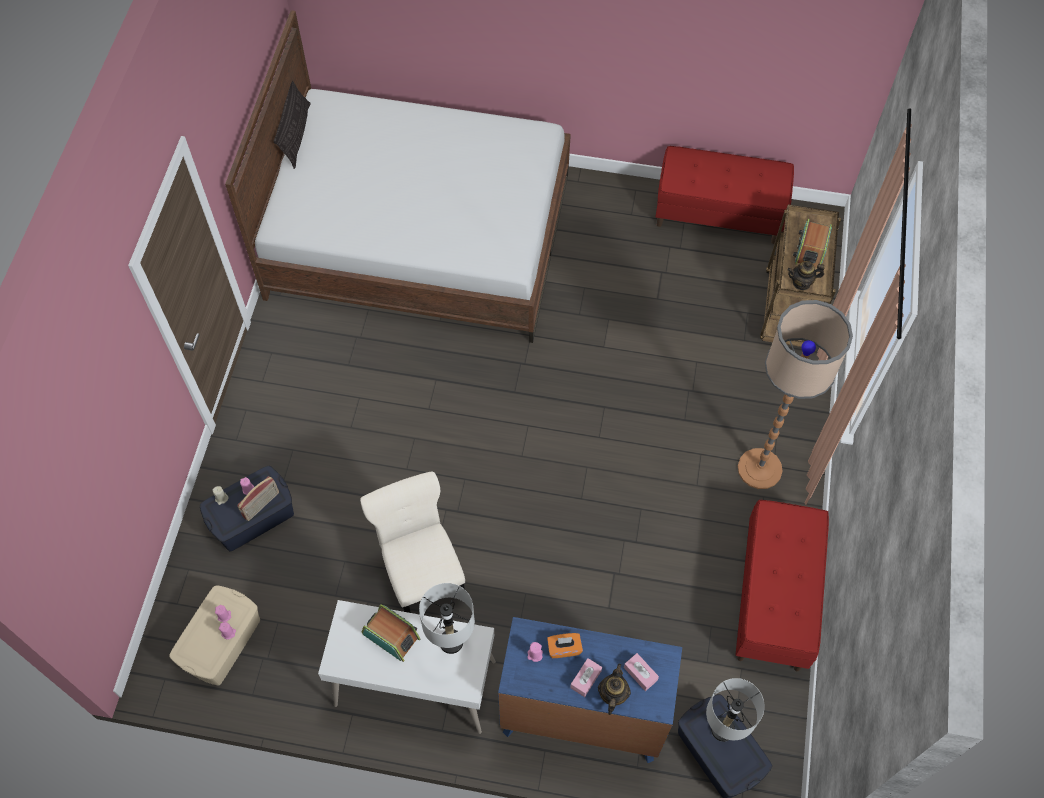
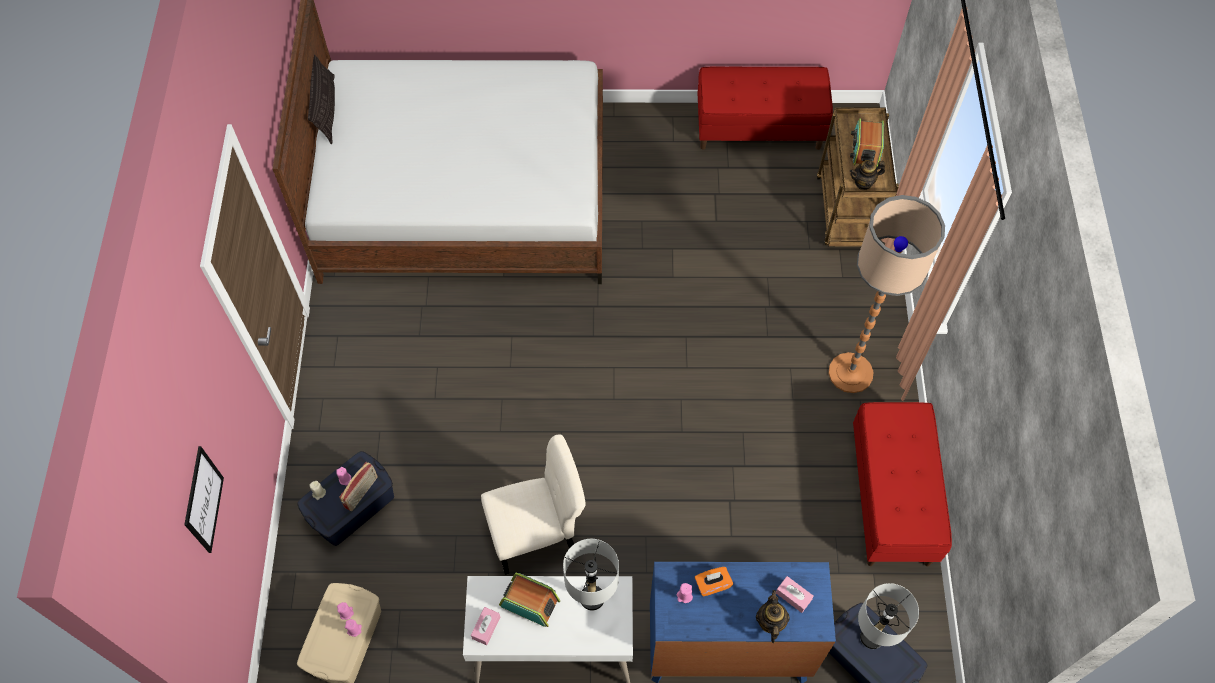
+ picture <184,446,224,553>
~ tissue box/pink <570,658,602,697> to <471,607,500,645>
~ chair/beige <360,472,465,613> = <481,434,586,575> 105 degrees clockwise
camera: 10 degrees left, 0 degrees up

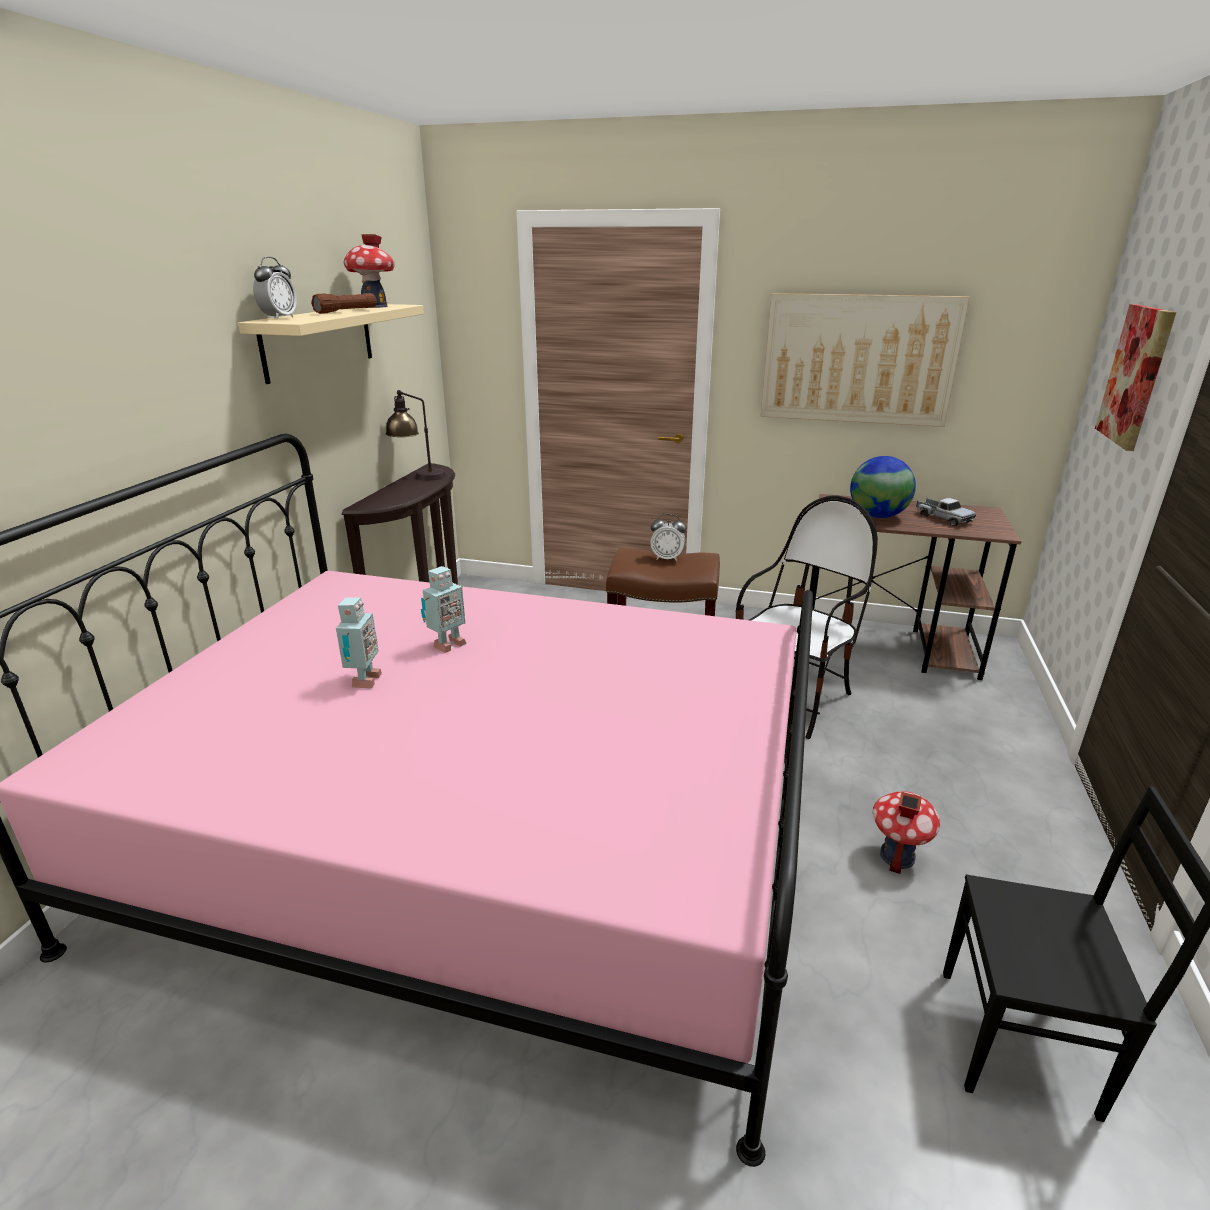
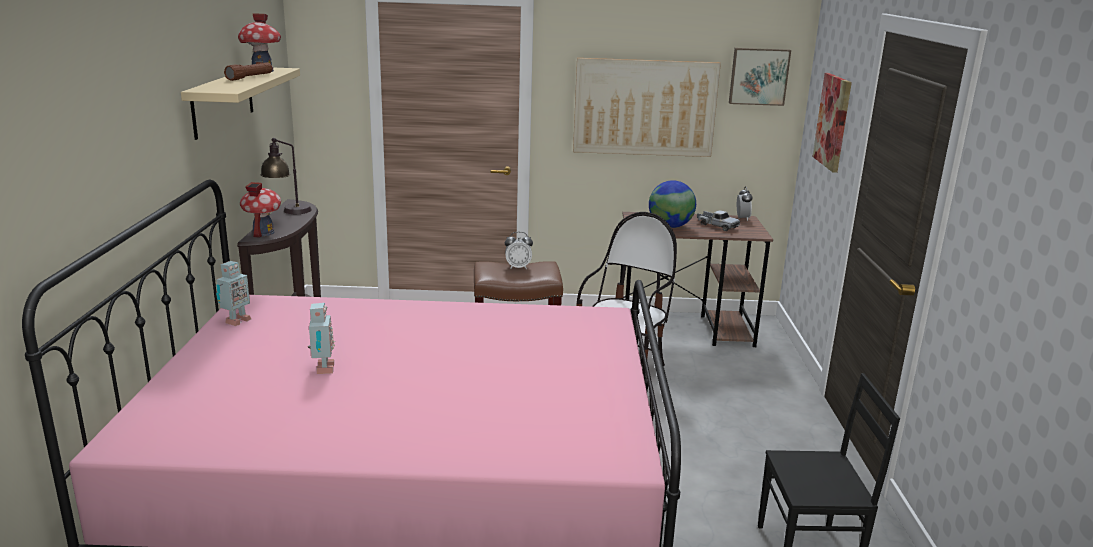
+ picture <729,48,791,106>
~ alarm clock <253,257,297,320> to <737,186,753,221>
~ toy robot <421,566,467,653> to <216,261,251,326>
~ toy house <873,791,940,874> to <240,182,281,238>
camera: 15 degrees left, 5 degrees down

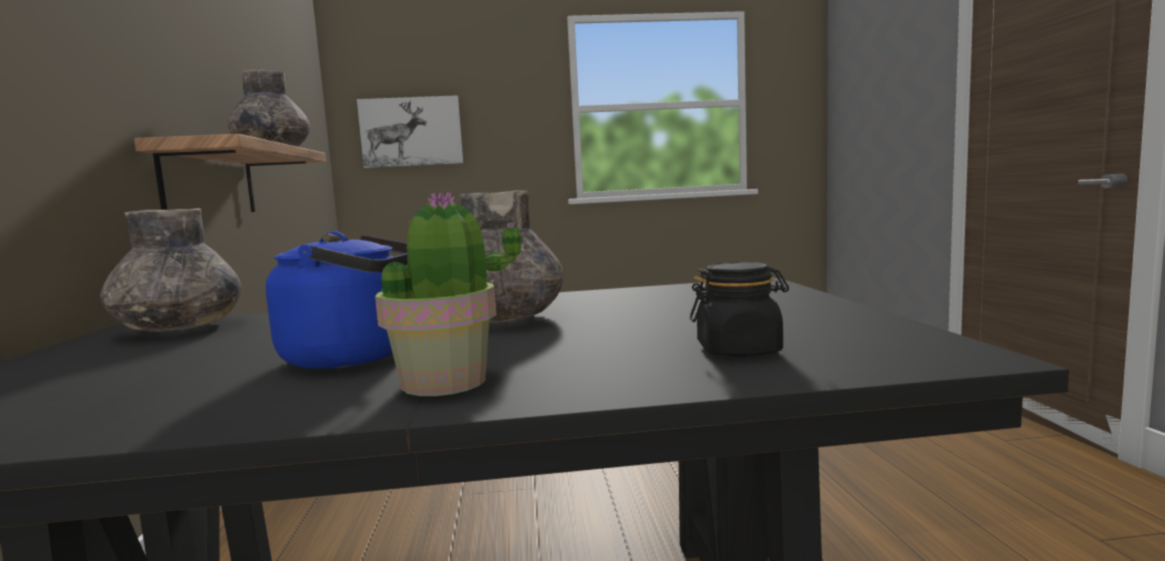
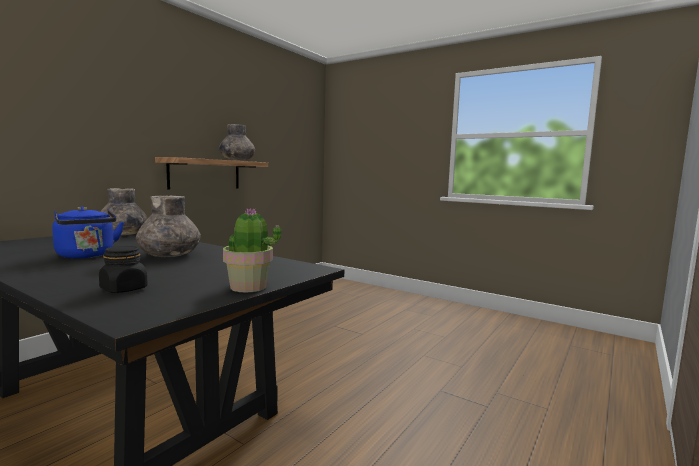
- picture <357,95,463,168>
~ potted plant <375,192,521,396> to <223,208,281,293>
camera: 40 degrees right, 0 degrees up

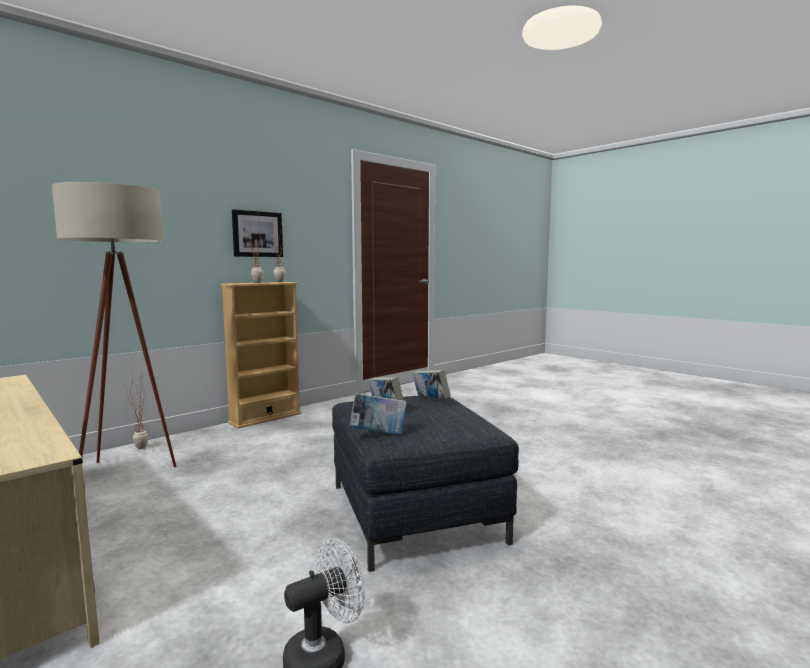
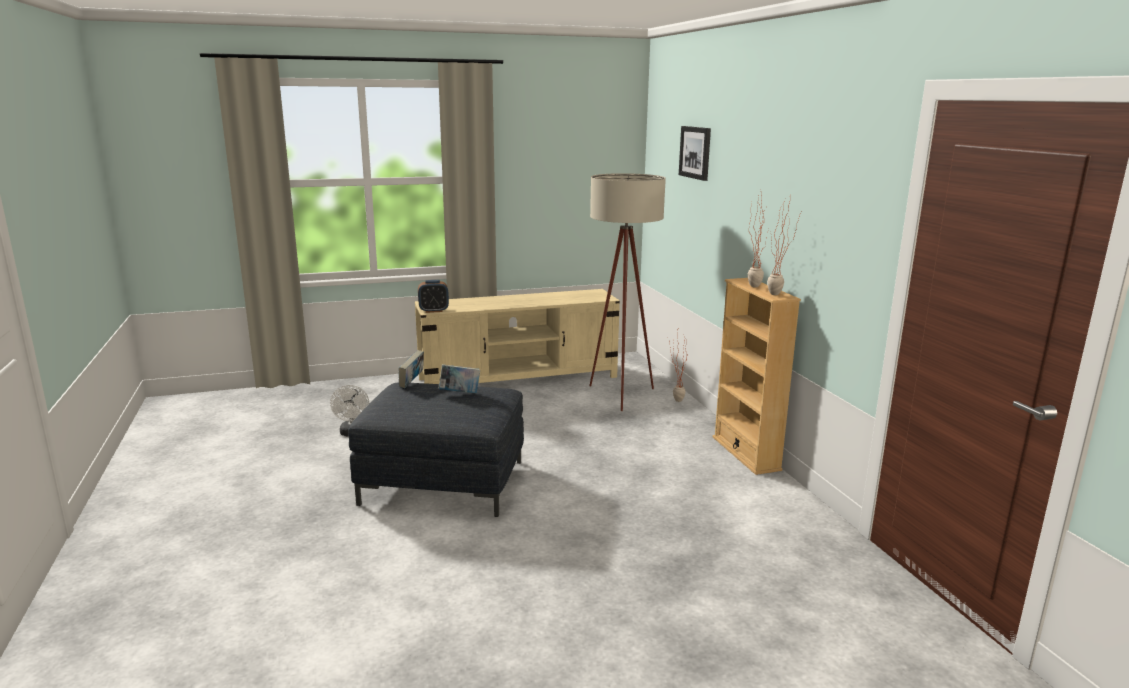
- book <412,370,451,399>
+ alarm clock <418,280,449,313>
~ picture <232,209,283,257> to <679,126,711,181>
camera: 115 degrees right, 10 degrees up

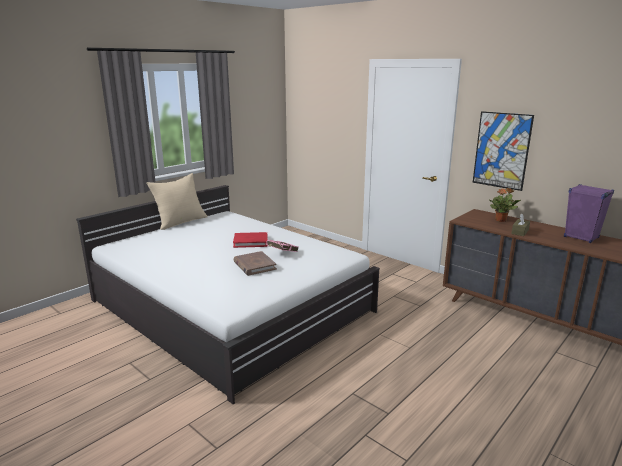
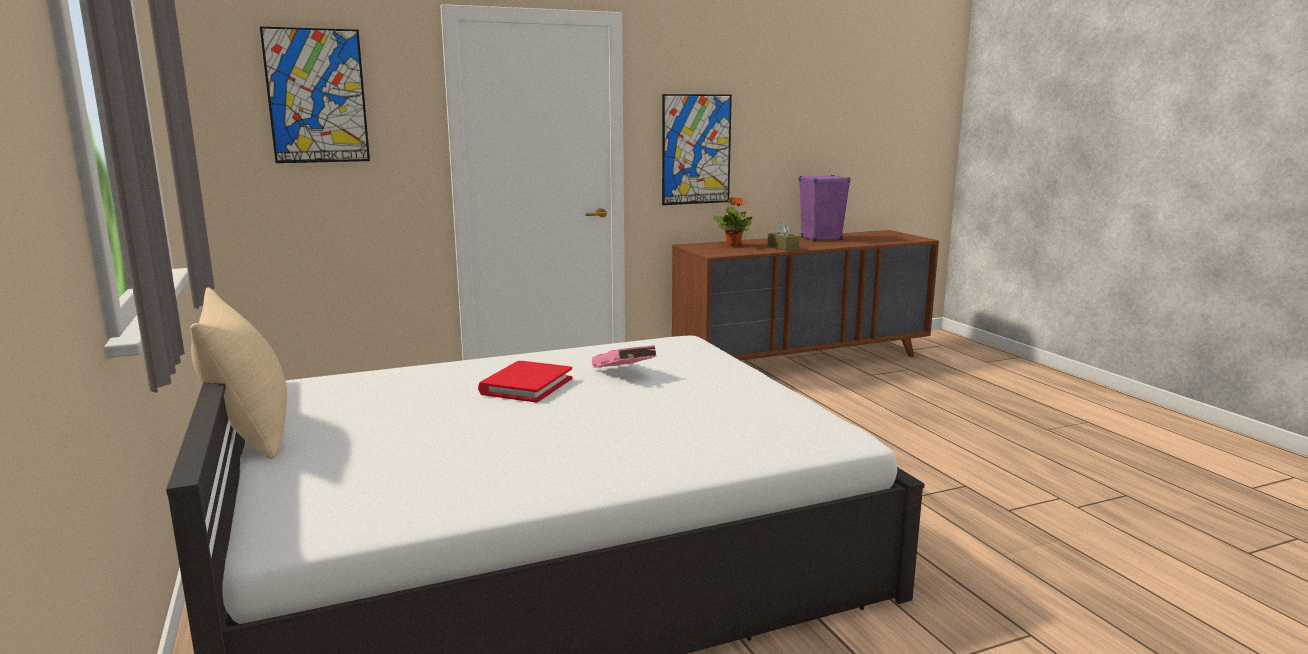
- book/brown <233,251,277,276>
+ picture <260,27,370,163>
camera: 65 degrees left, 5 degrees down

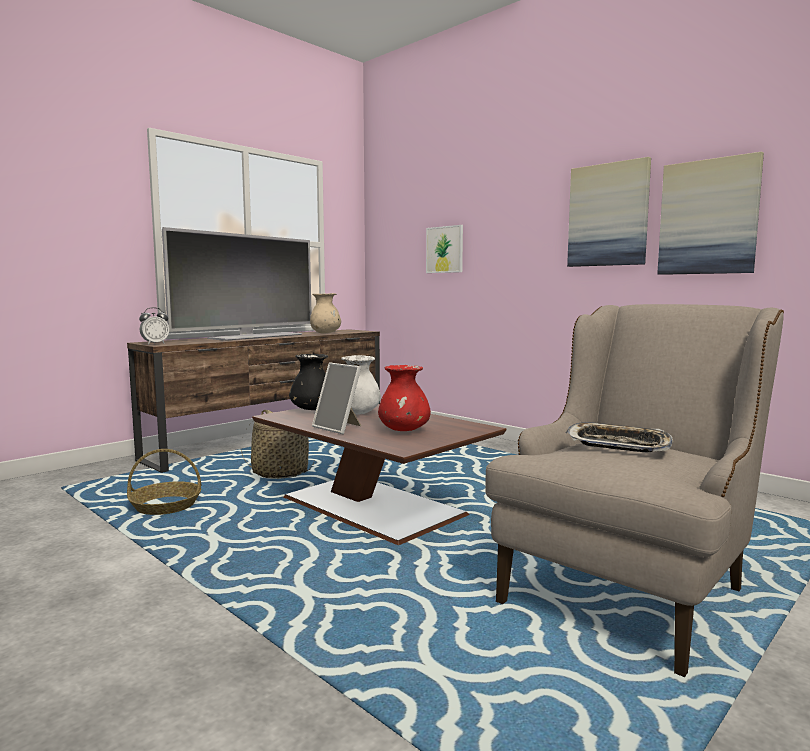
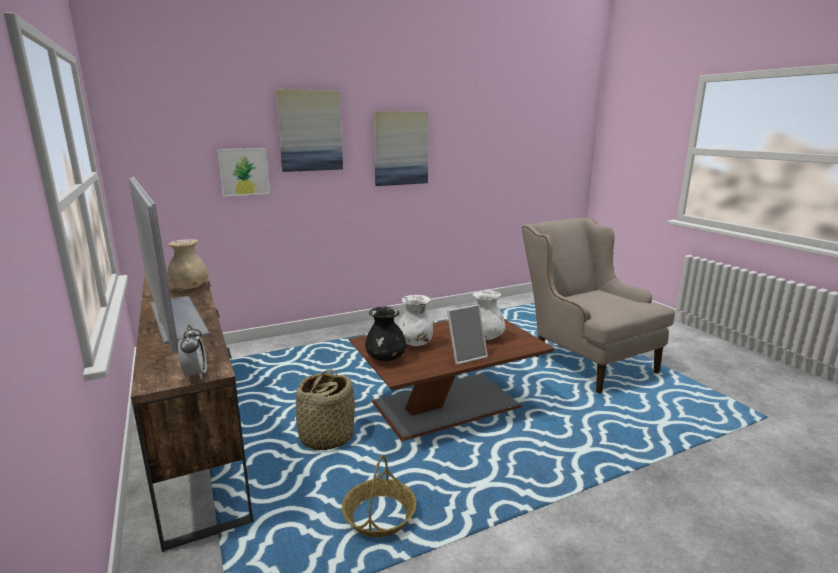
- tray <566,422,674,452>
~ picture <657,152,764,275> to <276,89,343,172>
~ vase/red <378,365,431,431> to vase/white <473,290,505,340>
camera: 70 degrees left, 10 degrees up

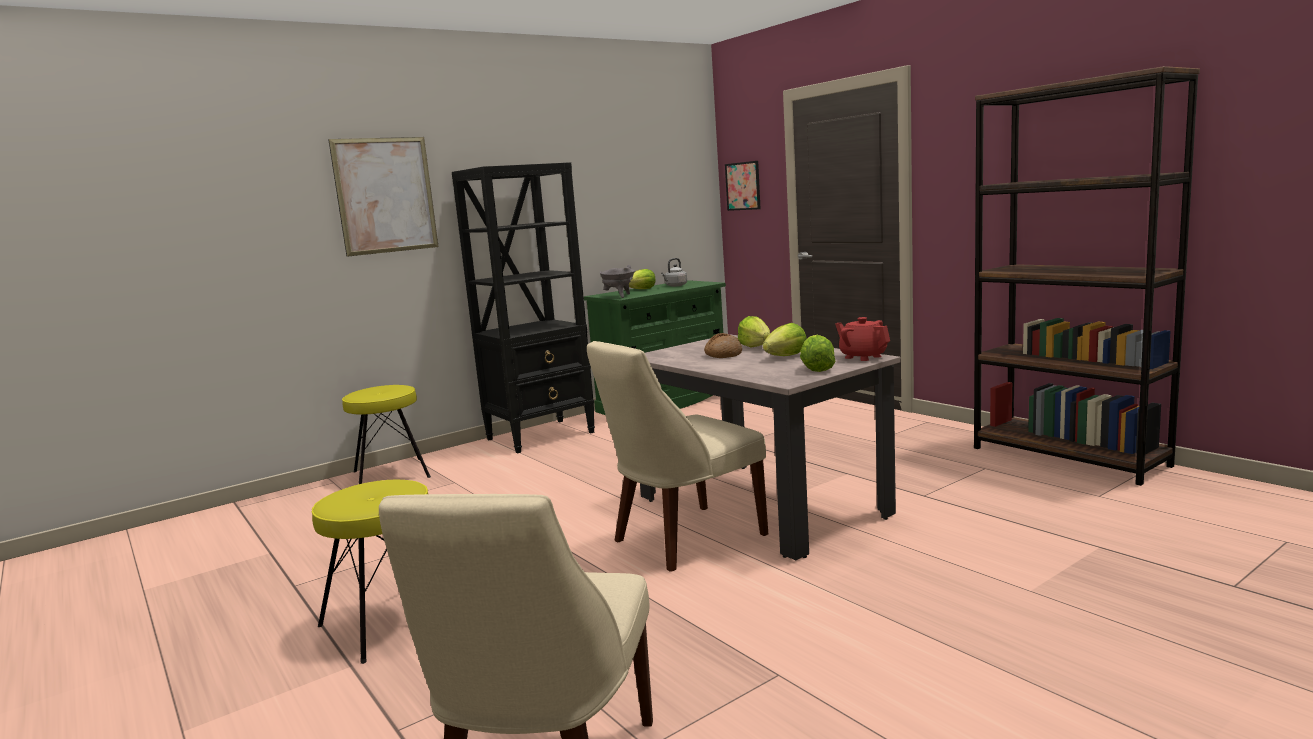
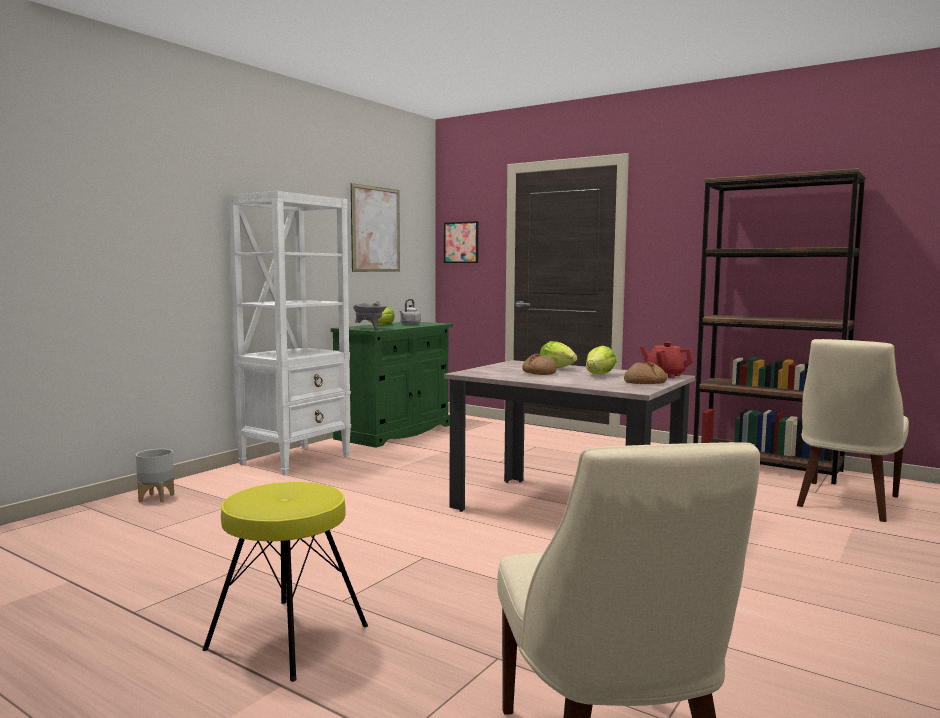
~ picture <328,137,439,257> to <351,183,400,272>
~ chair/beige <587,341,768,572> to <797,339,909,522>
~ stool/yellow <342,385,431,484> to planter/grey <136,449,174,503>
~ lettuce <800,335,836,372> to bread <624,362,667,384>
~ bookcase/black <452,162,595,453> to bookcase/white <228,191,351,475>
camera: 20 degrees left, 5 degrees down

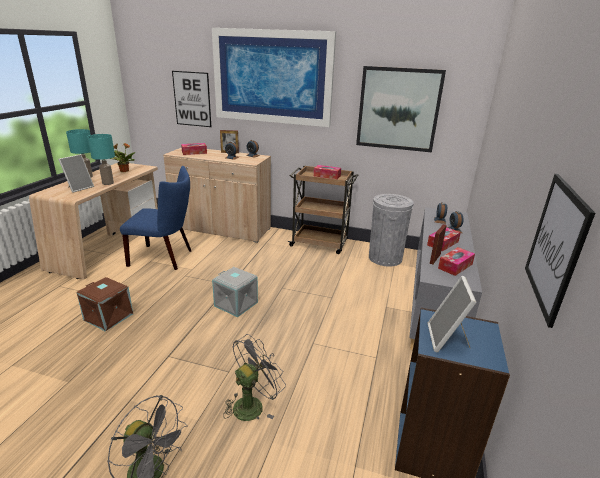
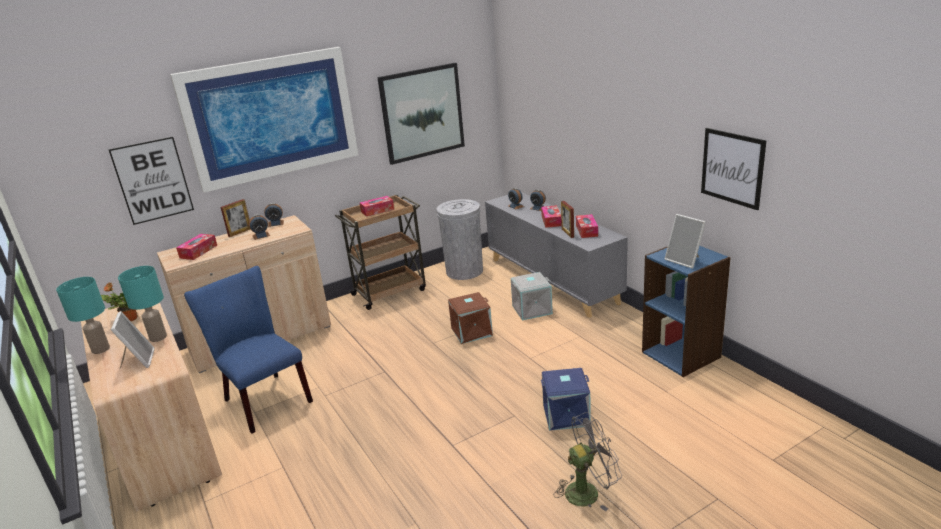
~ storage box/brown <77,277,133,331> to <448,292,493,344>
~ storage box/grey <212,267,258,317> to <511,272,553,320>
~ fan/grey <223,334,286,421> to storage box/blue <541,368,591,431>
~ chair/blue <120,166,191,270> = <184,266,313,434> 90 degrees counterclockwise
camera: 45 degrees left, 0 degrees up

